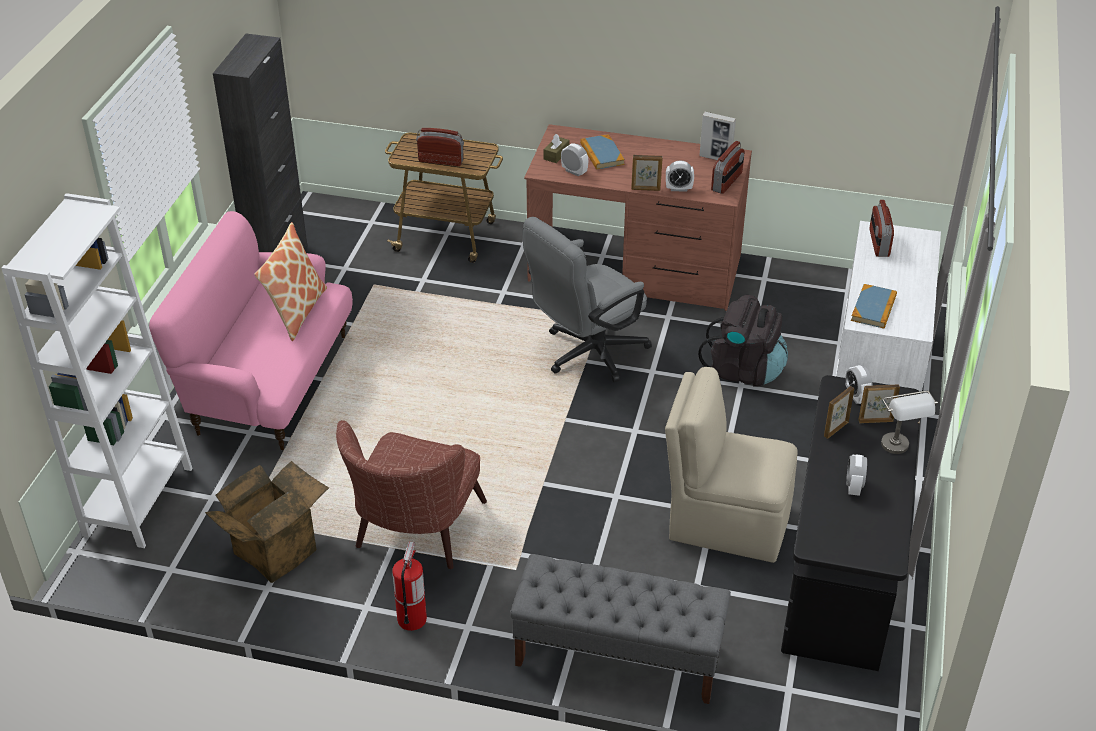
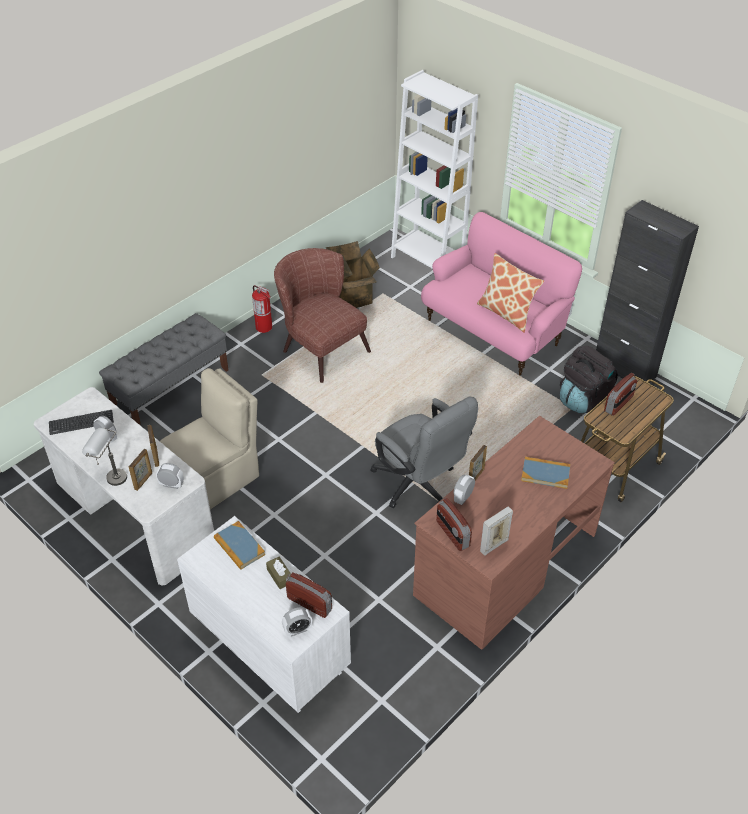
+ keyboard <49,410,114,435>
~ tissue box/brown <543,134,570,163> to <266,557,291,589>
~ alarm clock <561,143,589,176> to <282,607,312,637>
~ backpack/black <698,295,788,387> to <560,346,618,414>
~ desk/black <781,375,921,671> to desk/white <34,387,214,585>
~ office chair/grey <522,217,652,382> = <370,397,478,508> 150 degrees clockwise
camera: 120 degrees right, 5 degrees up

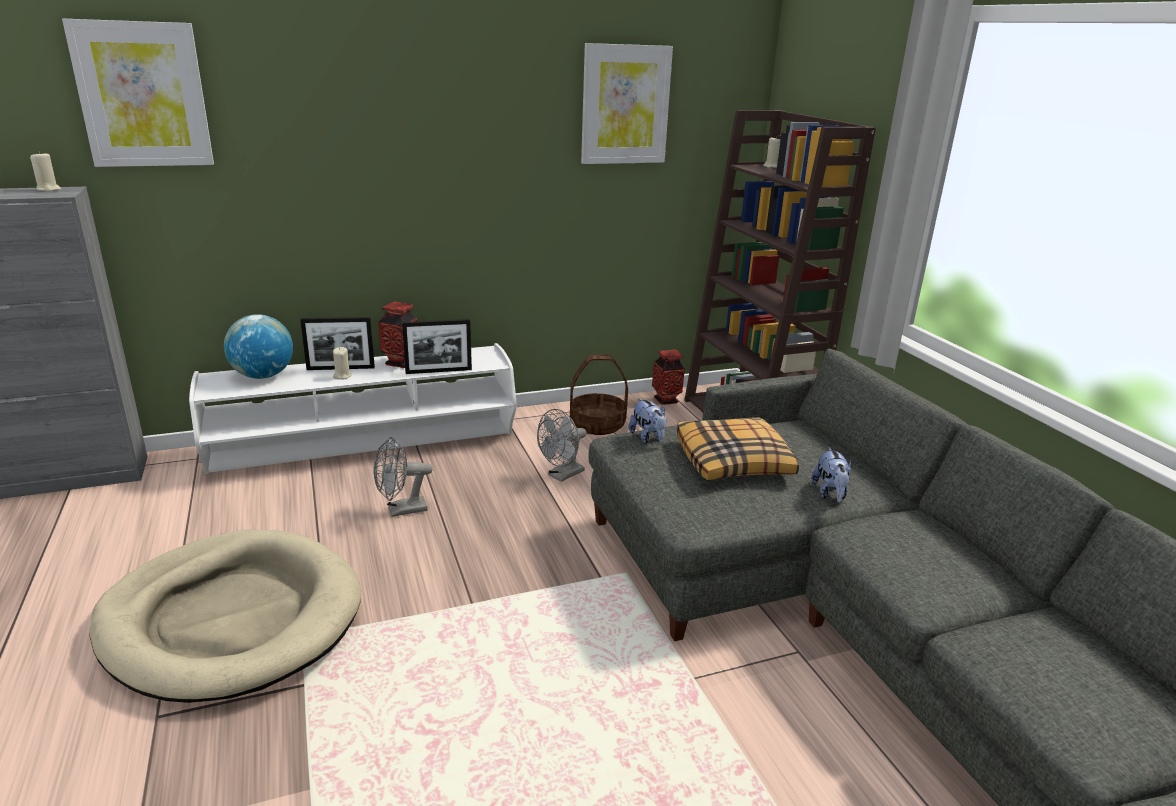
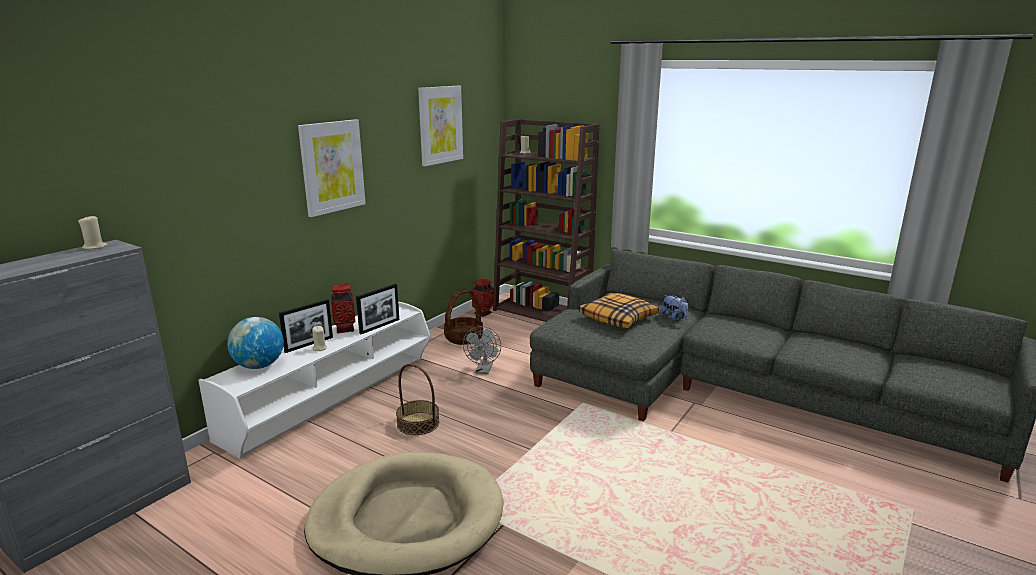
- plush toy <629,398,667,444>
~ picture <62,19,214,167> to <298,119,366,217>
~ fan/grey <373,437,433,517> to basket <396,364,440,435>
camera: 35 degrees left, 5 degrees down

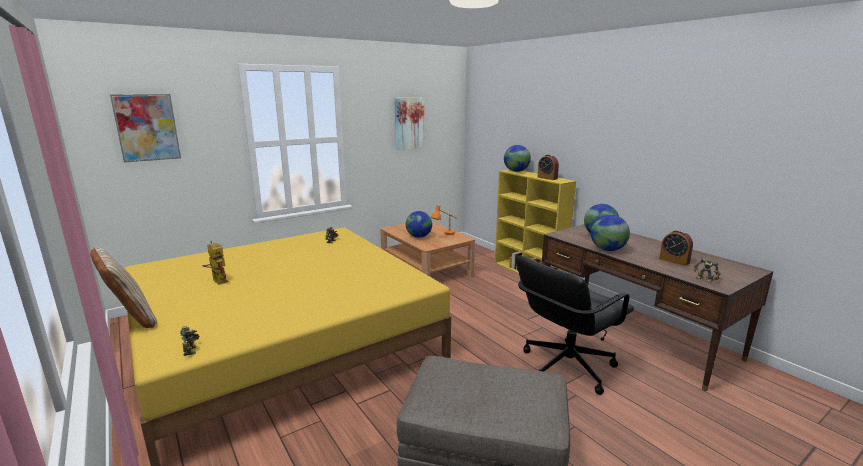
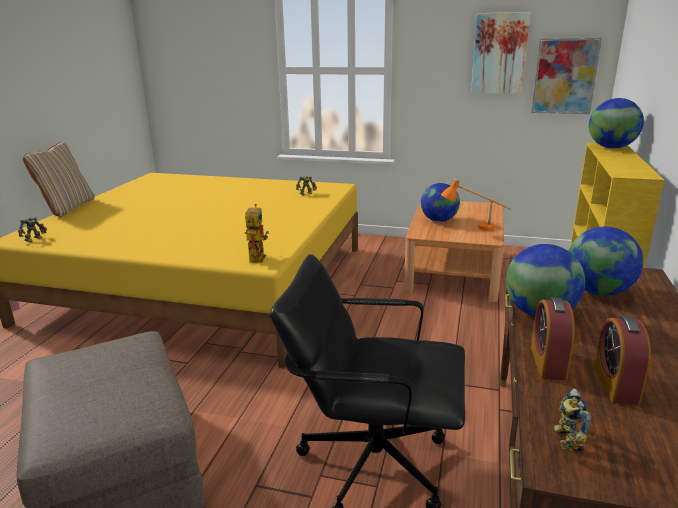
~ picture <110,94,181,162> to <531,38,602,114>
~ toy robot <202,241,228,285> to <245,204,269,263>
~ alarm clock <537,154,559,180> to <531,297,575,380>
camera: 50 degrees right, 5 degrees up

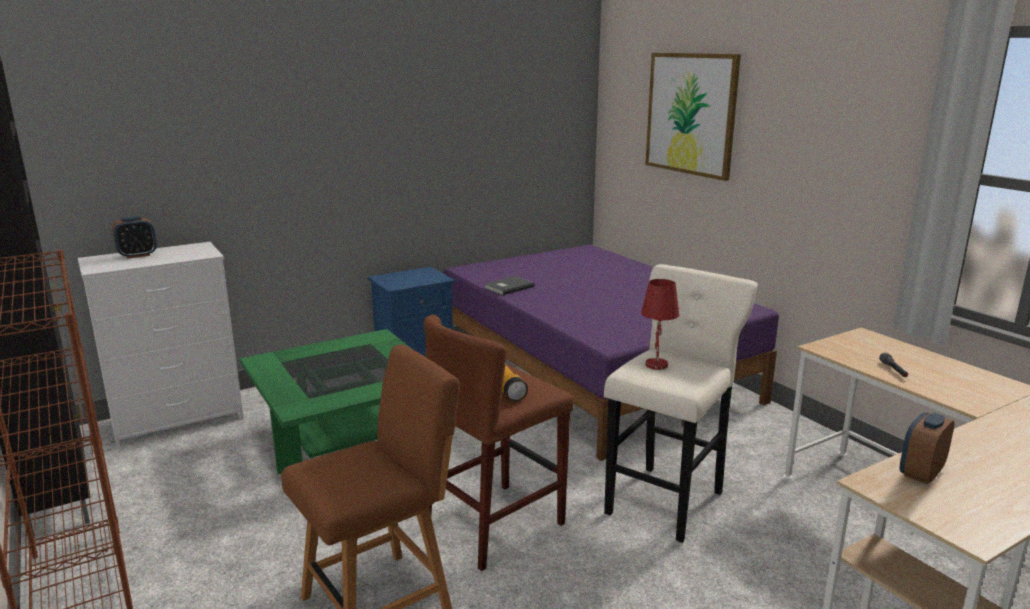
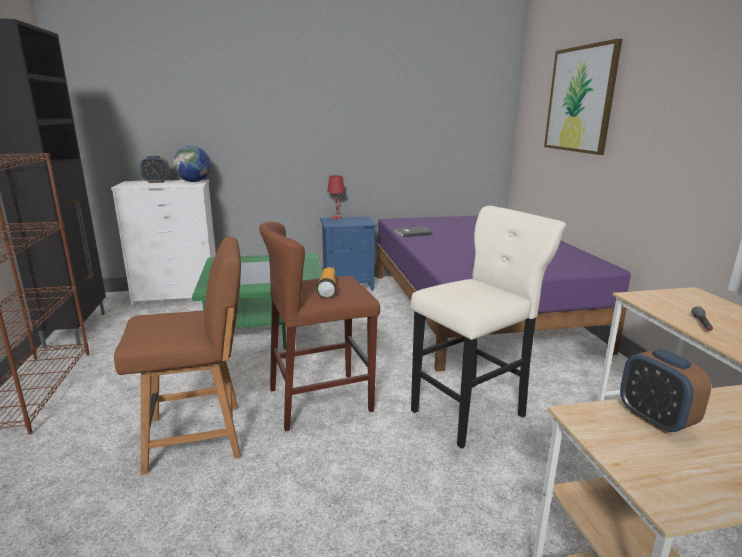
+ globe <173,146,211,182>
~ table lamp/red <641,279,679,370> to <327,175,345,220>
~ alarm clock <899,412,954,484> = <620,348,711,434> 90 degrees counterclockwise
camera: 20 degrees right, 0 degrees up

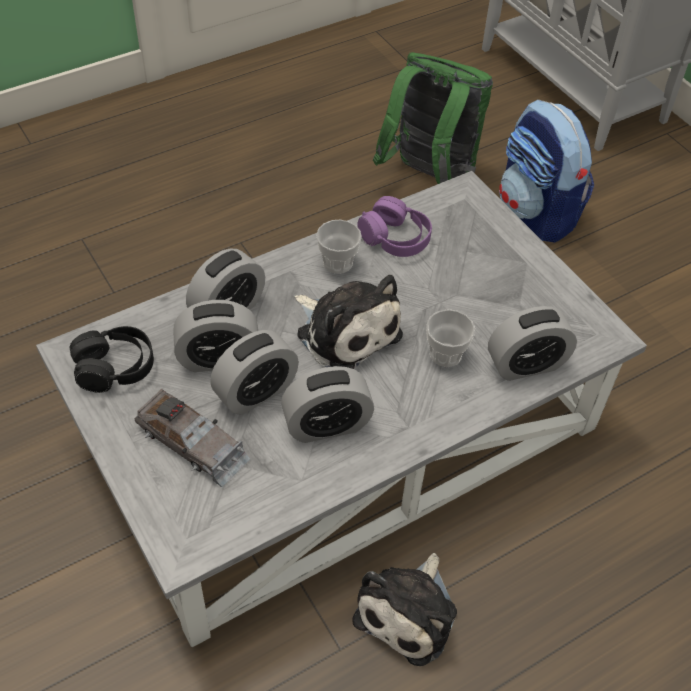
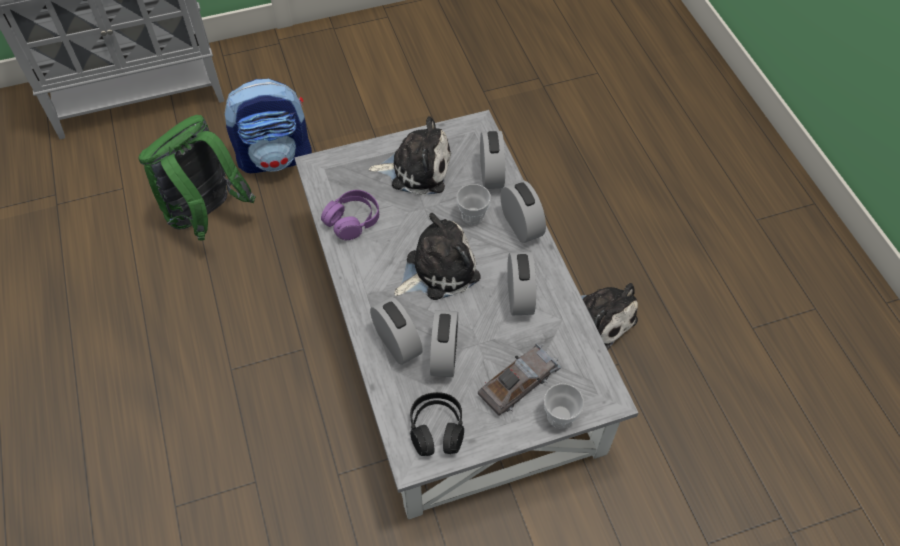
+ plush toy <369,116,451,195>
~ alarm clock <210,330,299,415> to <501,180,546,243>
~ cup <316,220,362,274> to <544,383,584,429>
camera: 75 degrees left, 5 degrees up

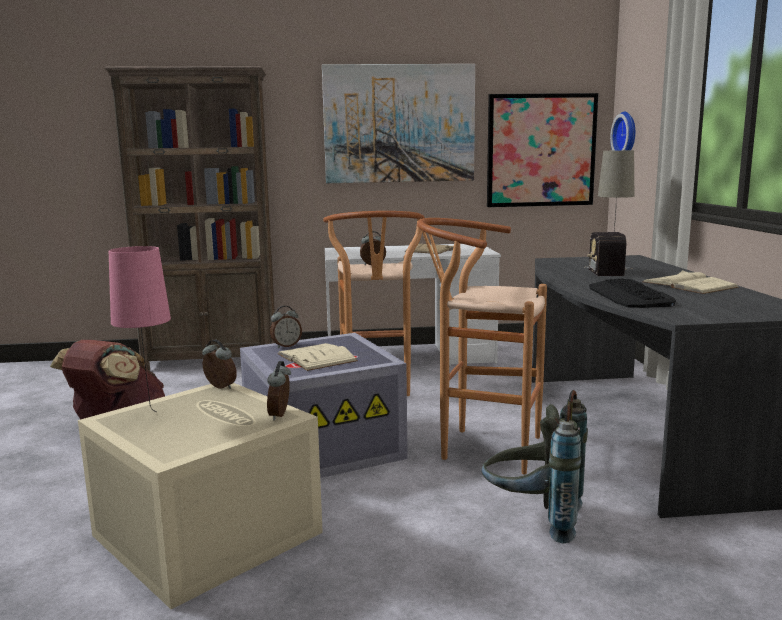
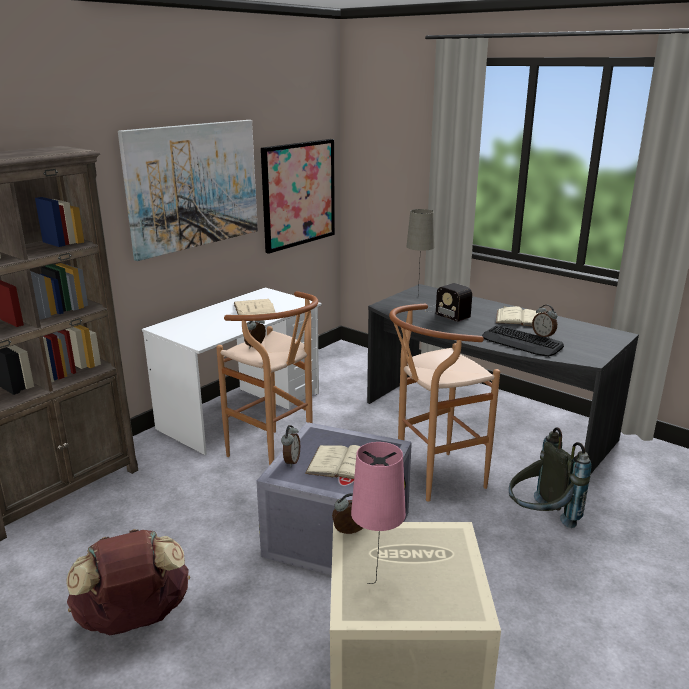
- wall clock <610,111,635,151>
~ alarm clock <267,361,291,420> to <532,305,557,338>
camera: 45 degrees left, 10 degrees up

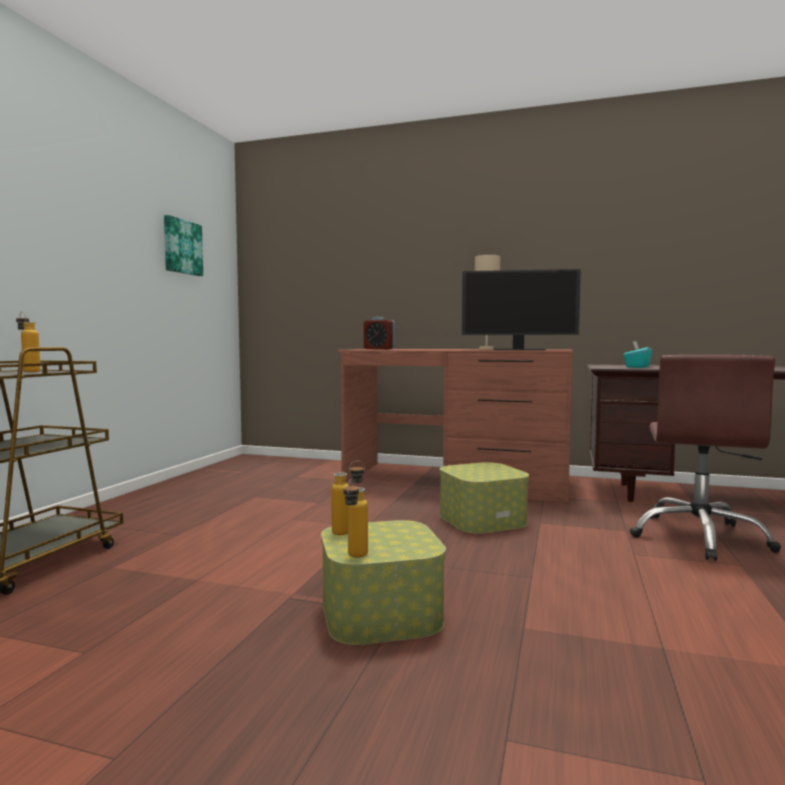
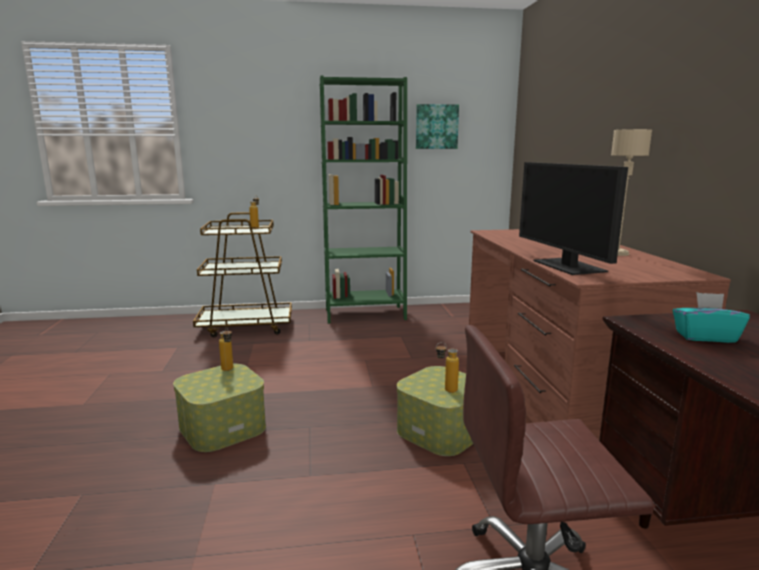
- alarm clock <364,317,395,349>
+ bookcase/green <319,75,407,323>
~ bottle <343,479,368,557> to <436,342,459,393>
camera: 65 degrees right, 10 degrees up

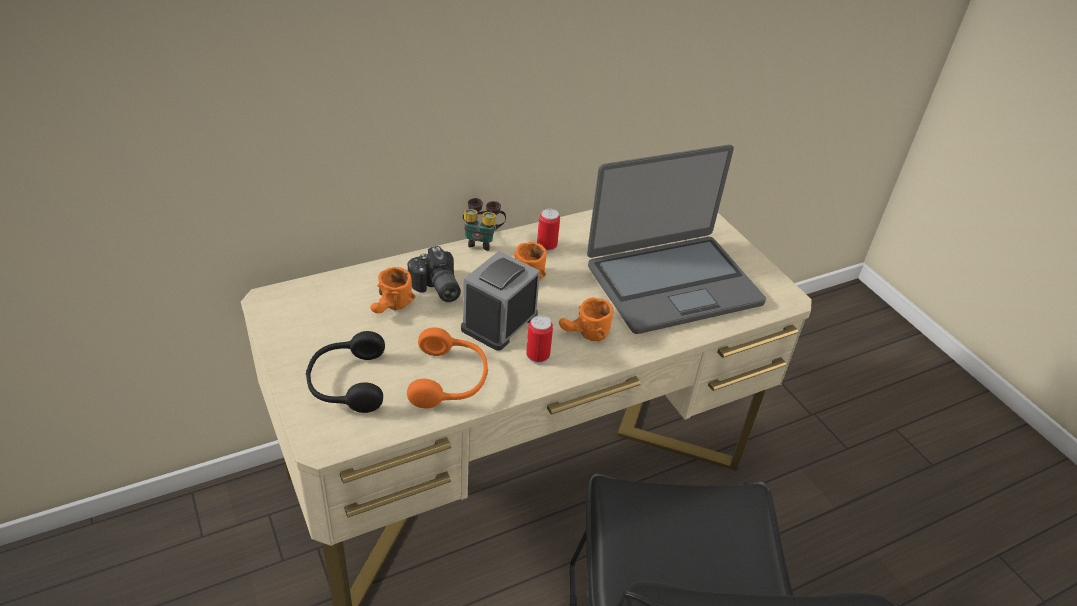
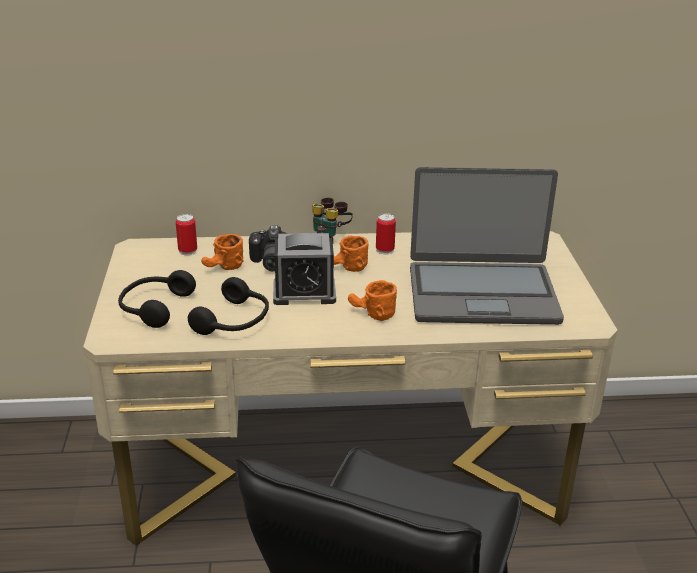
~ can <526,315,553,364> to <176,214,197,255>
~ headphones/orange <407,327,488,408> to headphones/black <188,277,269,335>
~ alarm clock <461,251,540,351> = <273,233,336,305> 150 degrees counterclockwise
camera: 25 degrees right, 10 degrees down

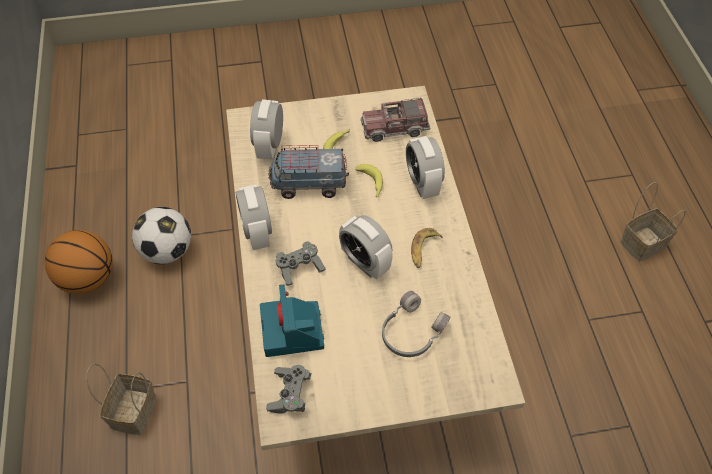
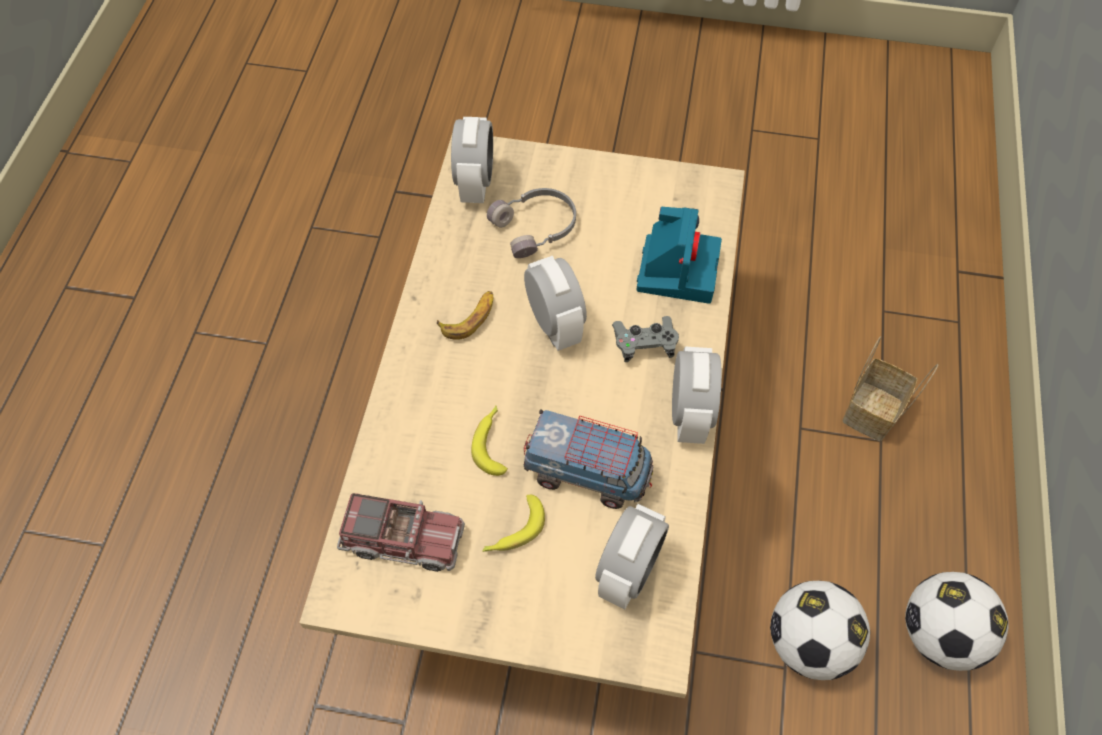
- game controller/grey <266,365,312,413>
- basket <621,182,686,262>
~ alarm clock <406,136,445,199> to <451,117,493,203>
~ basketball <45,230,113,294> to football <905,572,1009,671>
camera: 160 degrees left, 5 degrees up

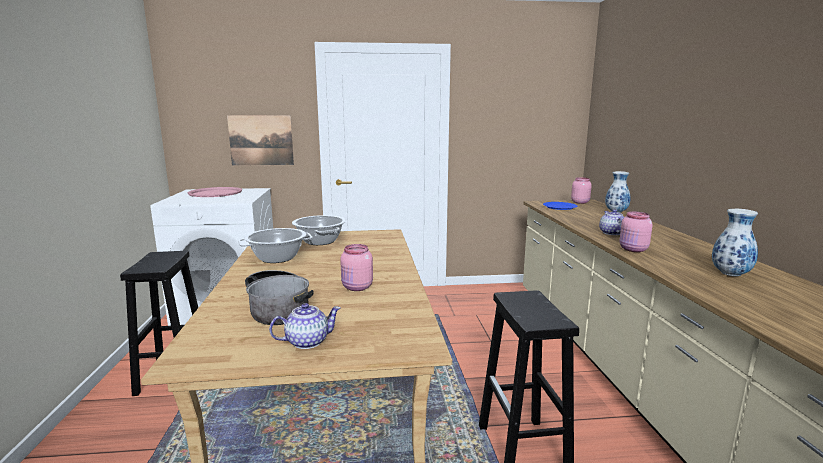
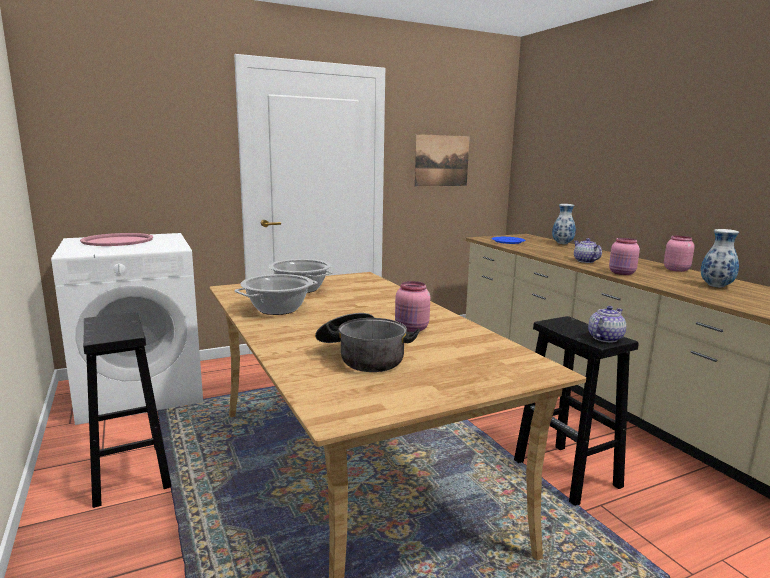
~ picture <227,115,294,166> to <414,134,470,186>
~ teapot <269,303,341,349> to <588,306,626,343>
~ jar/pink <571,177,592,204> to <664,236,695,272>
camera: 20 degrees left, 0 degrees up

